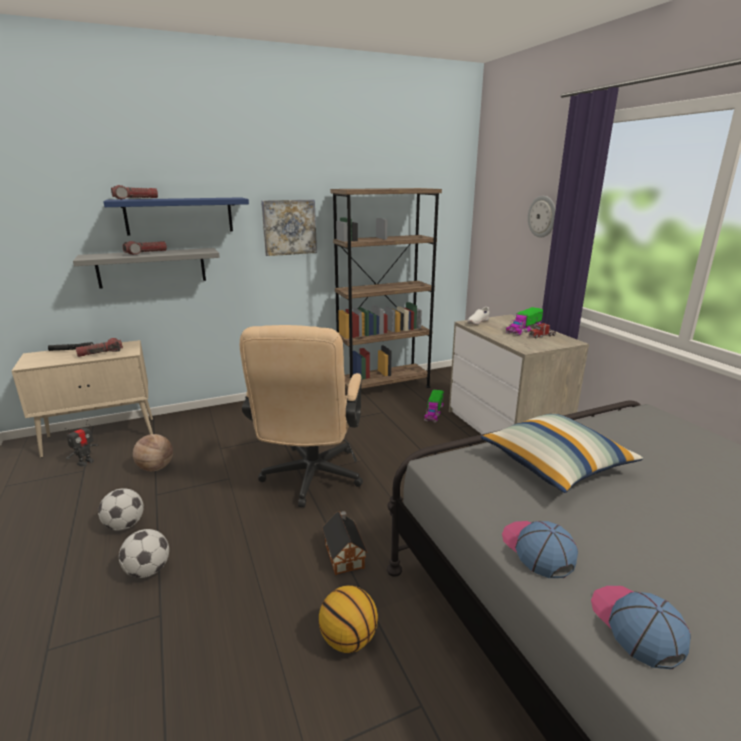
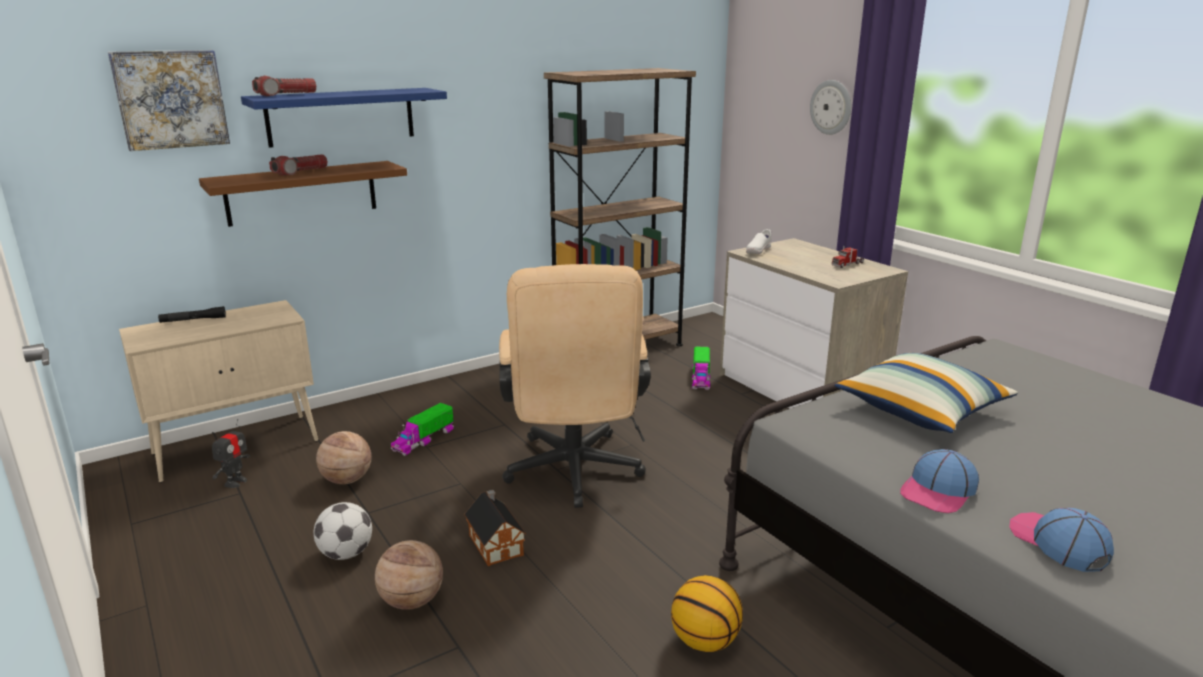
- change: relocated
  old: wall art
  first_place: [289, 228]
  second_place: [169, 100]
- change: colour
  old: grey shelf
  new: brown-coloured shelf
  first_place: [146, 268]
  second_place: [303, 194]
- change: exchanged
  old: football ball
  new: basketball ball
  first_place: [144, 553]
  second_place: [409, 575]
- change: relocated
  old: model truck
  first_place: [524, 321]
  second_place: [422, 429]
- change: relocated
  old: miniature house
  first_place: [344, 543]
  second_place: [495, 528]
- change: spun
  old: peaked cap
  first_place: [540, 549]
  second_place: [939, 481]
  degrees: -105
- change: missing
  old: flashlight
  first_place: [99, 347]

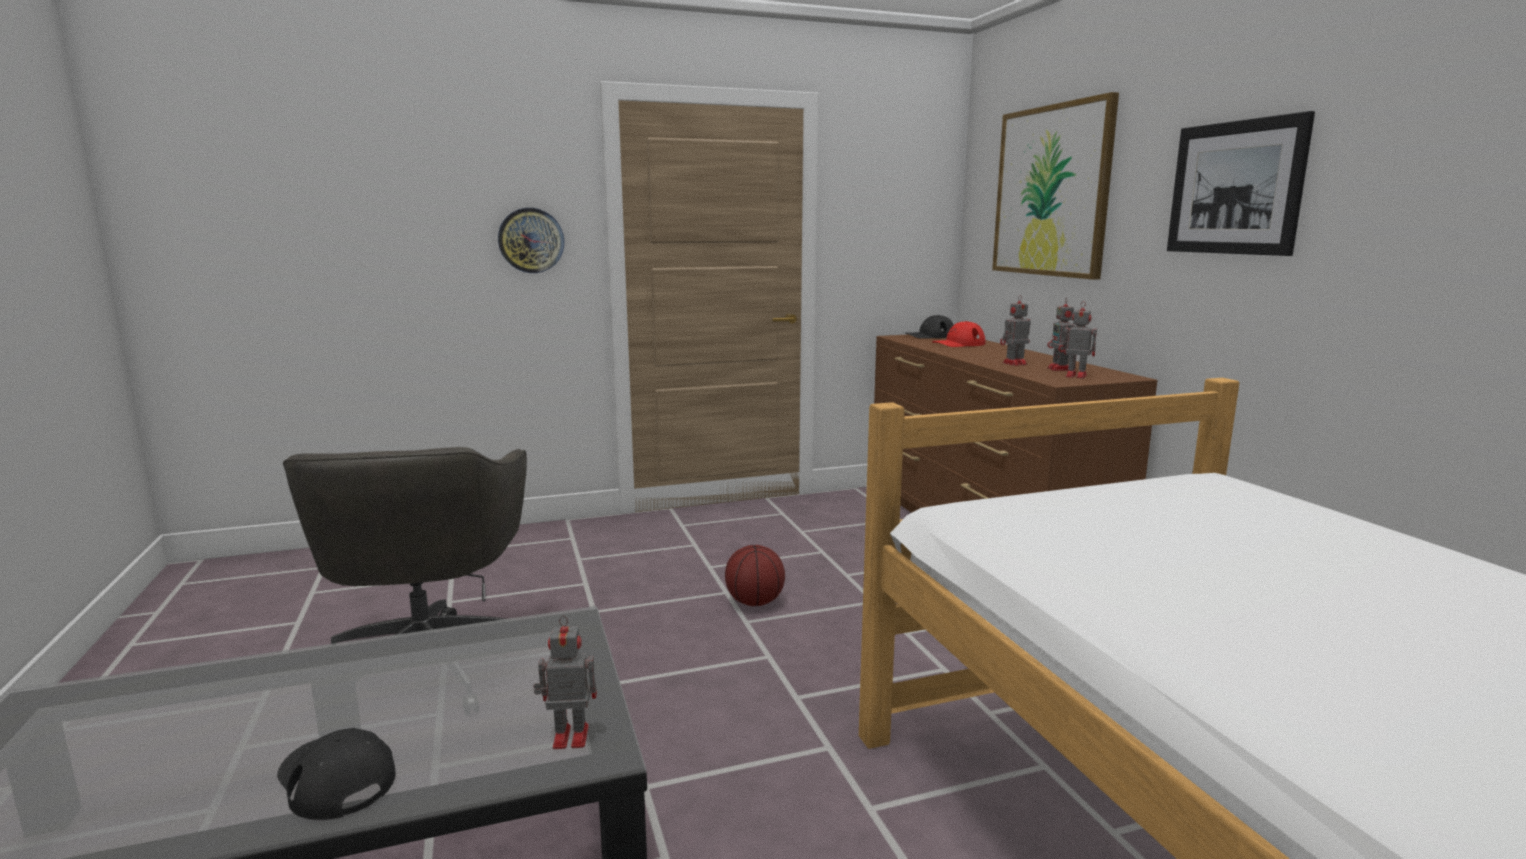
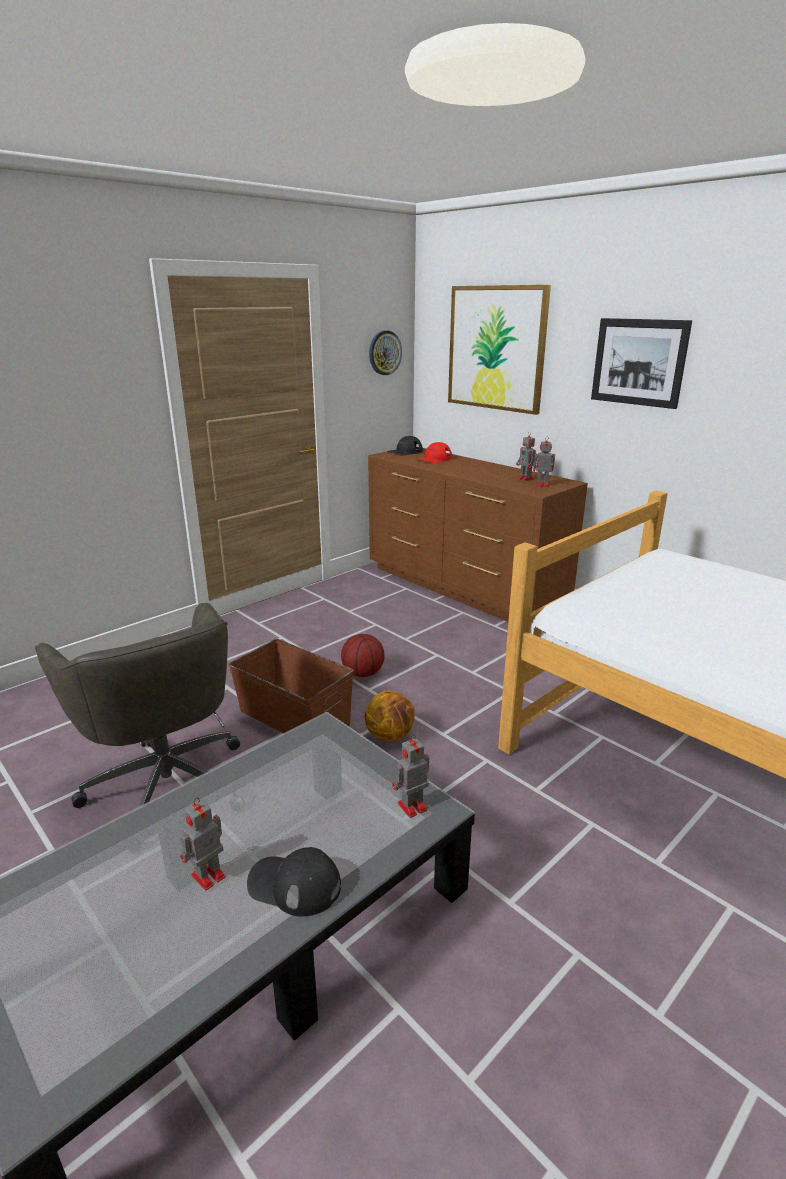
- change: relocated
  old: robot figure
  first_place: [1015, 330]
  second_place: [203, 843]
- change: appeared
  new: brown-coloured storage bin
  second_place: [291, 686]
- change: appeared
  new: basketball ball
  second_place: [390, 715]
- change: relocated
  old: hanging clock
  first_place: [531, 240]
  second_place: [385, 352]

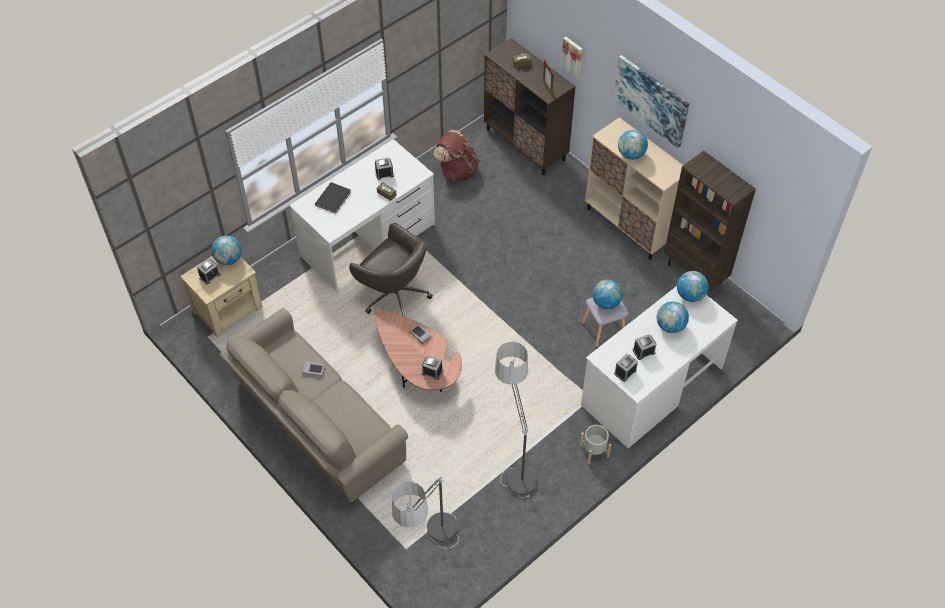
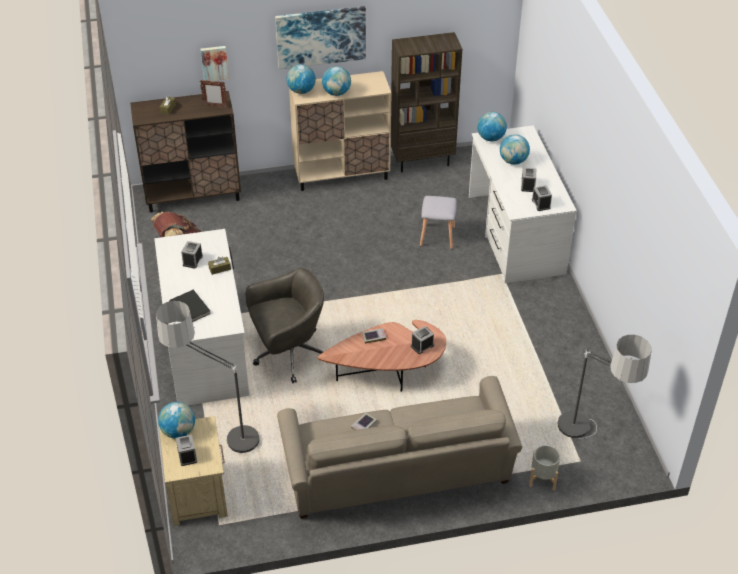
- change: relocated
  old: standing lamp
  first_place: [516, 420]
  second_place: [209, 377]
- change: relocated
  old: globe
  first_place: [608, 295]
  second_place: [301, 79]
- change: relocated
  old: grey flower pot
  first_place: [595, 444]
  second_place: [544, 467]

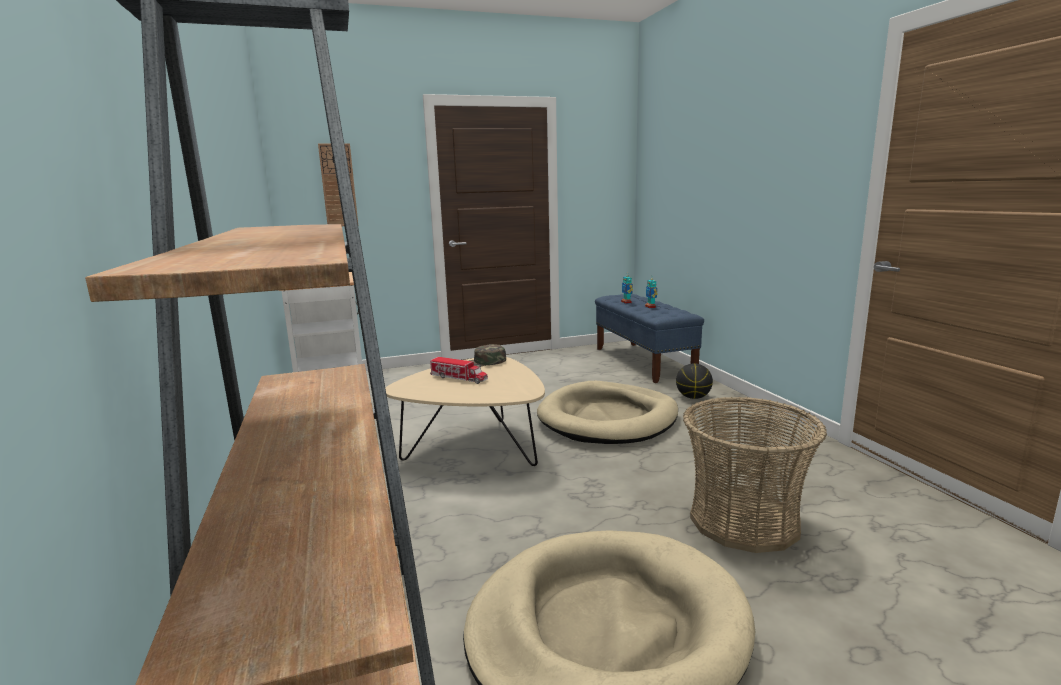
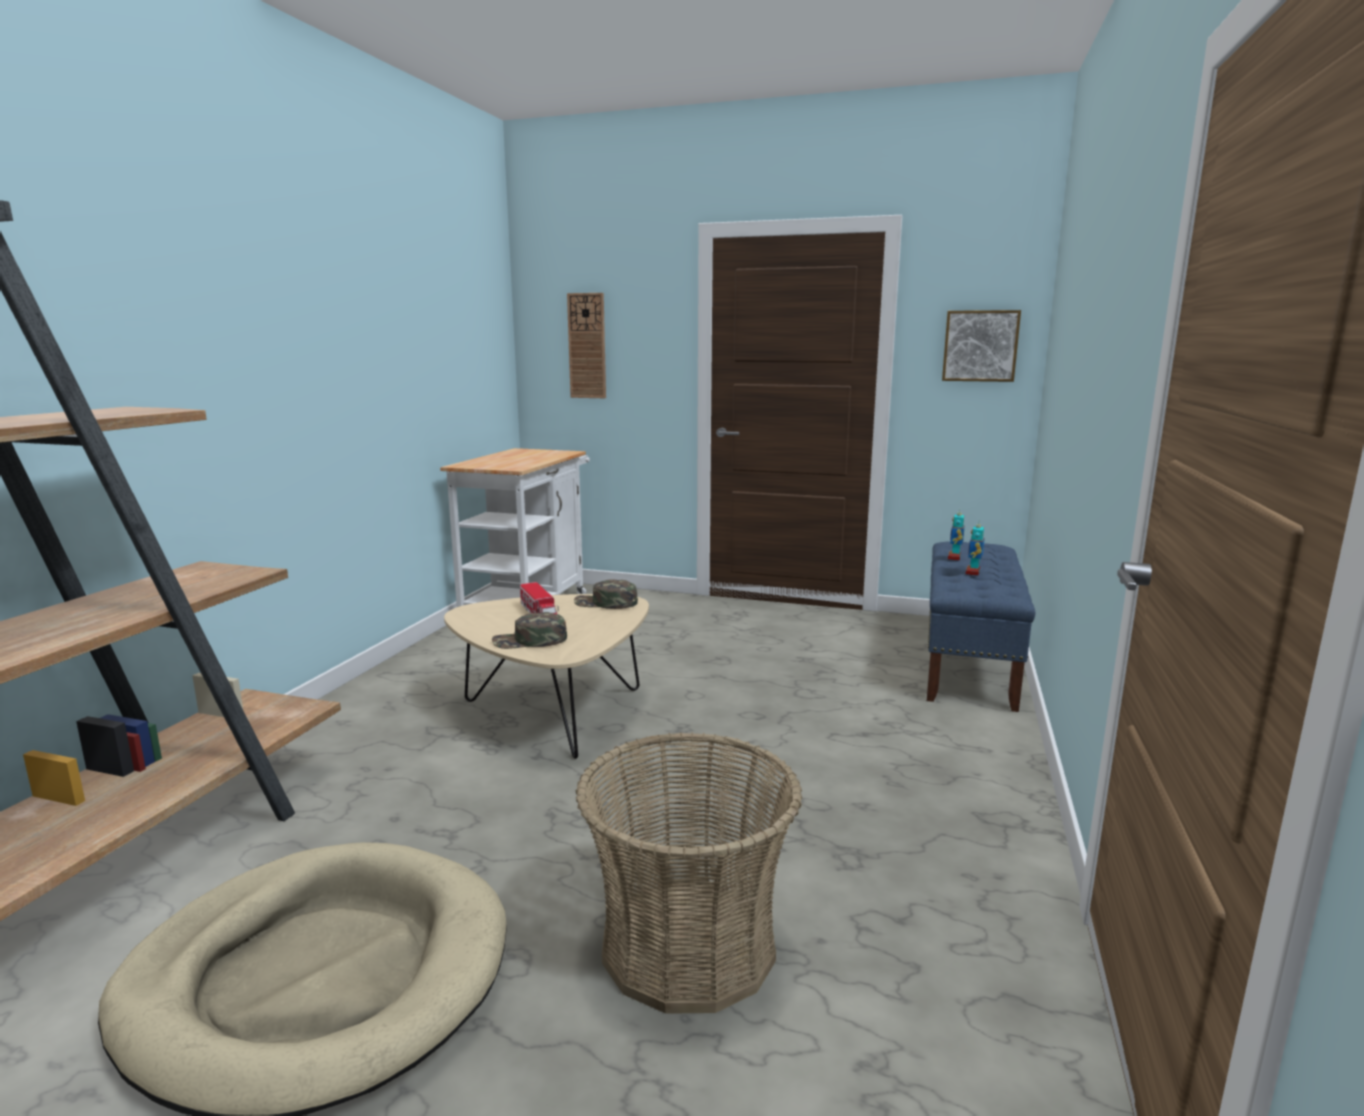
- change: appeared
  new: green peaked cap
  second_place: [529, 630]
- change: appeared
  new: wall art
  second_place: [981, 346]
- change: missing
  old: beige-coloured pet bed
  first_place: [607, 412]
- change: missing
  old: basketball ball
  first_place: [694, 381]

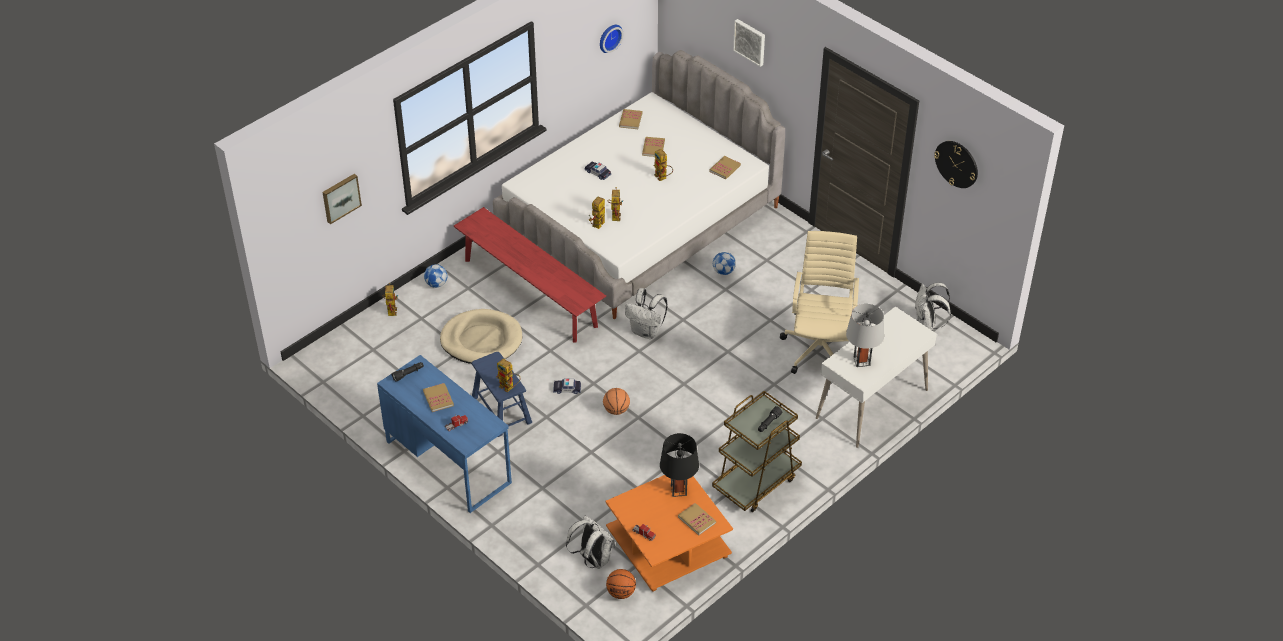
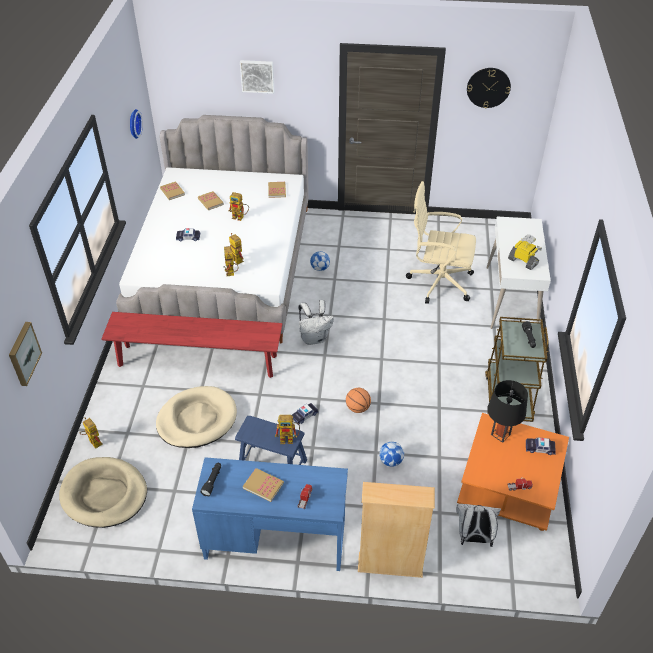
- change: appeared
  new: beige-coloured pet bed
  second_place: [103, 492]
- change: appeared
  new: beige-coloured bookshelf
  second_place: [396, 530]
- change: relocated
  old: football ball
  first_place: [435, 276]
  second_place: [391, 454]
- change: spun
  old: beige-coloured computer chair
  first_place: [819, 302]
  second_place: [441, 242]
  degrees: -45
- change: exchanged
  old: grey lamp for a table
  new: robot figure
  first_place: [865, 335]
  second_place: [525, 252]
- change: exchanged
  old: book
  new: model car
  first_place: [697, 519]
  second_place: [541, 446]
- change: missing
  old: basketball ball
  first_place: [621, 584]
- change: missing
  old: whitish rucksack
  first_place: [932, 306]

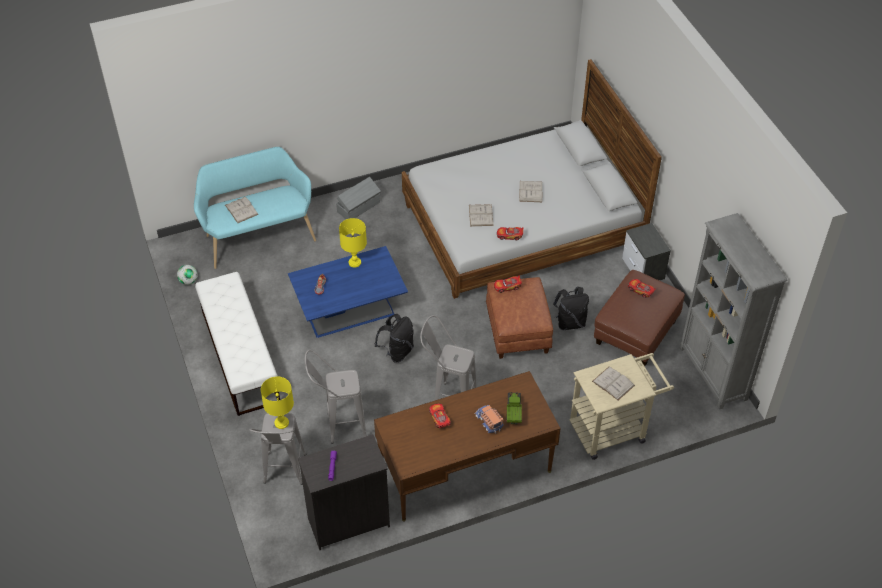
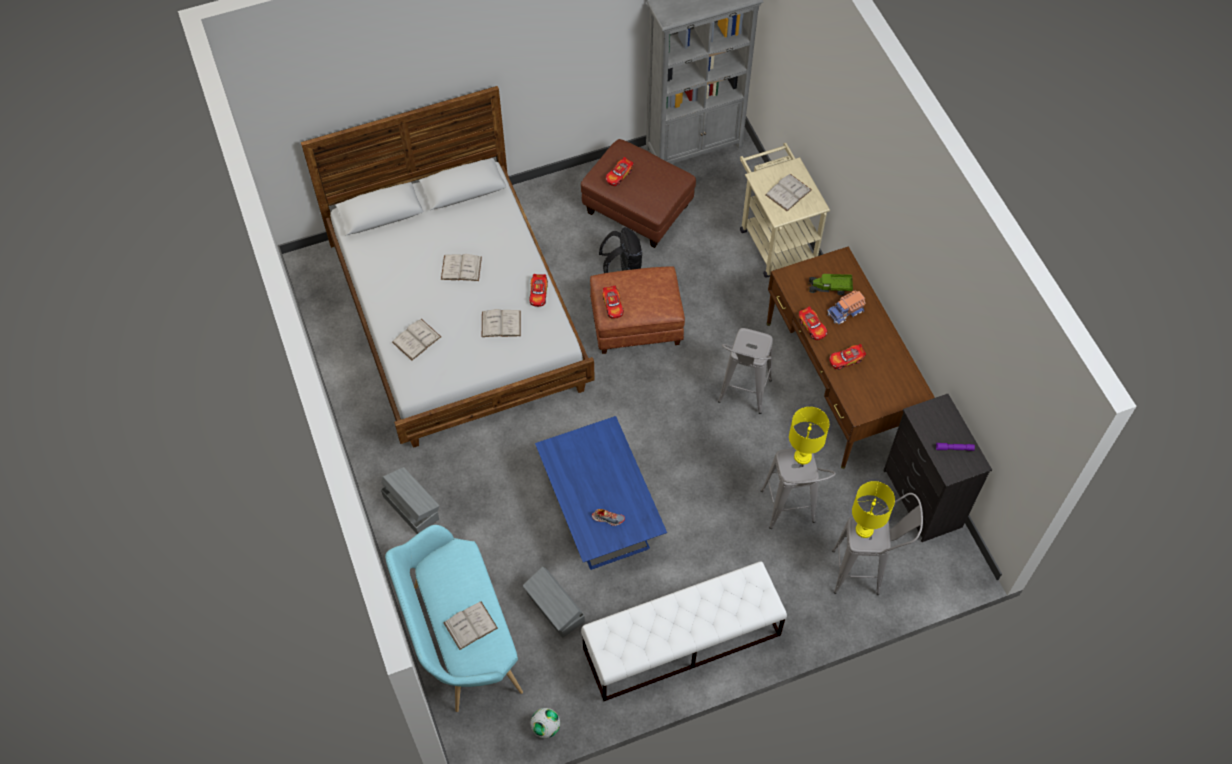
- change: appeared
  new: whitish book
  second_place: [416, 339]
- change: appeared
  new: grey storage bin
  second_place: [554, 602]
- change: relocated
  old: yellowish lamp for a table
  first_place: [353, 243]
  second_place: [809, 436]
- change: appeared
  new: model car
  second_place: [813, 323]
- change: missing
  old: black-coloured rucksack
  first_place: [394, 338]
- change: missing
  old: night table
  first_place: [646, 251]

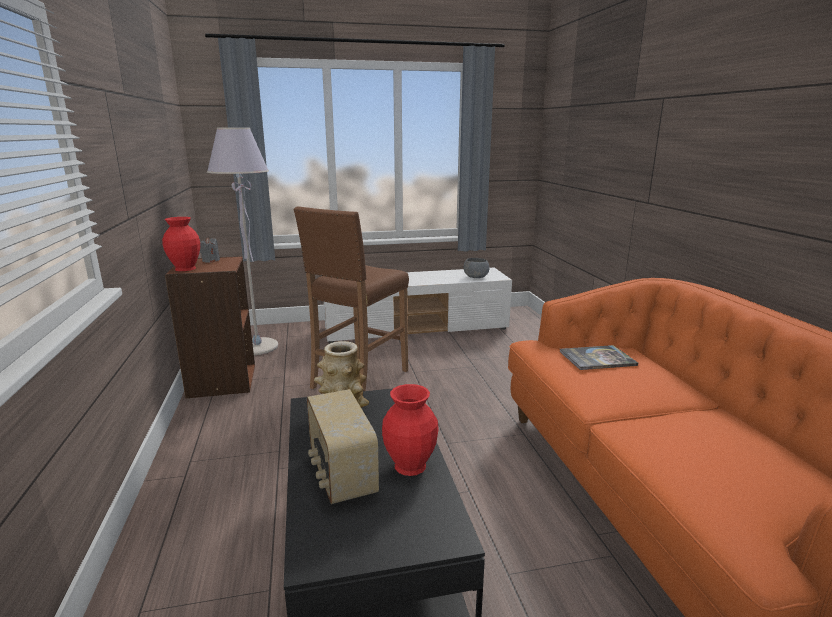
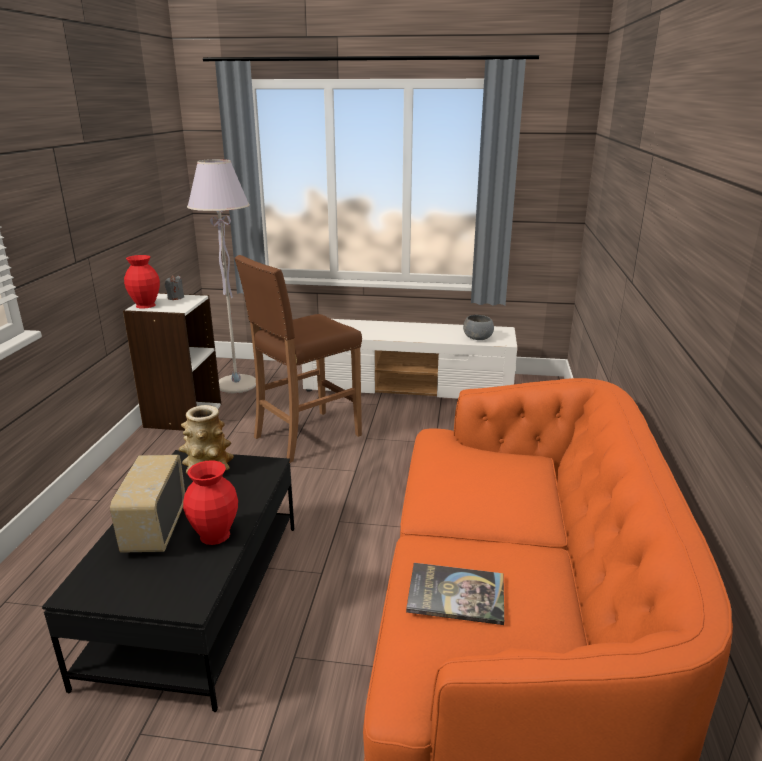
- change: colour
  old: brown-coloured bookshelf
  new: whitish bookshelf
  first_place: [210, 327]
  second_place: [172, 362]
- change: relocated
  old: book
  first_place: [598, 357]
  second_place: [455, 594]

